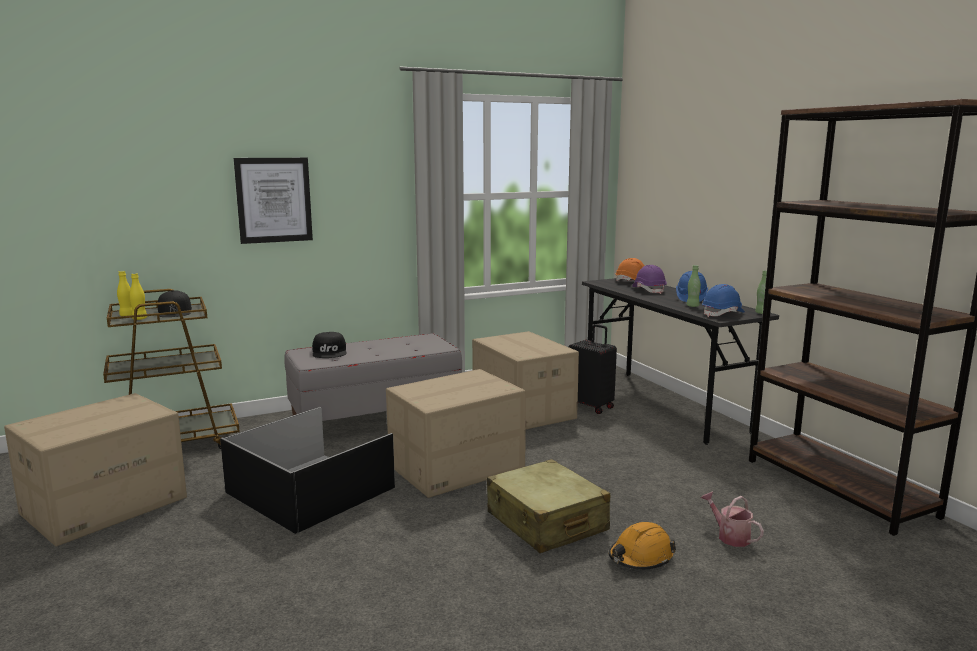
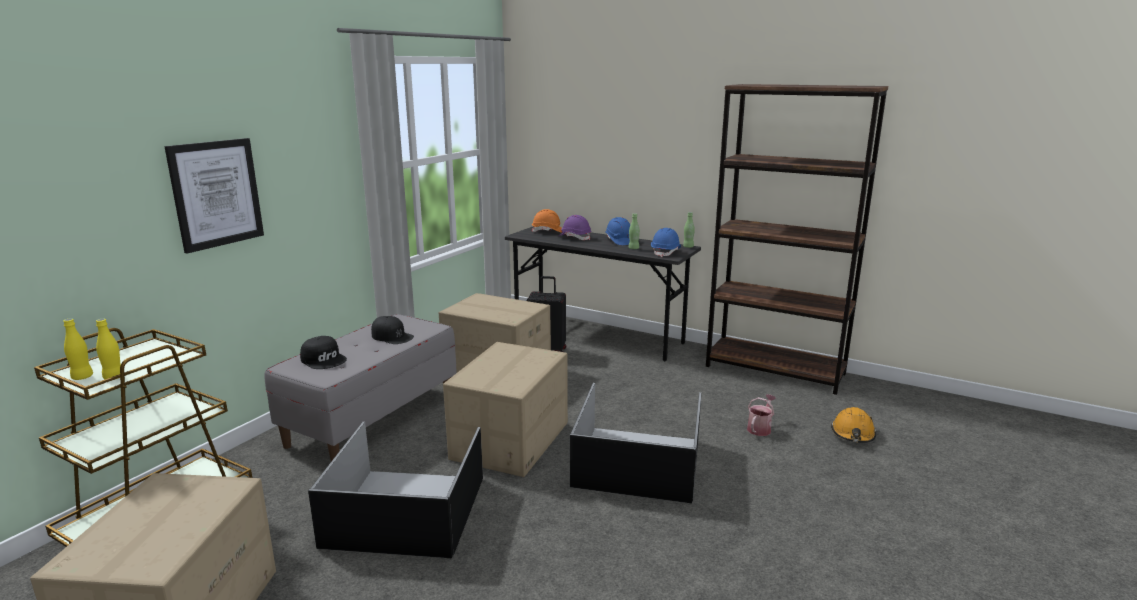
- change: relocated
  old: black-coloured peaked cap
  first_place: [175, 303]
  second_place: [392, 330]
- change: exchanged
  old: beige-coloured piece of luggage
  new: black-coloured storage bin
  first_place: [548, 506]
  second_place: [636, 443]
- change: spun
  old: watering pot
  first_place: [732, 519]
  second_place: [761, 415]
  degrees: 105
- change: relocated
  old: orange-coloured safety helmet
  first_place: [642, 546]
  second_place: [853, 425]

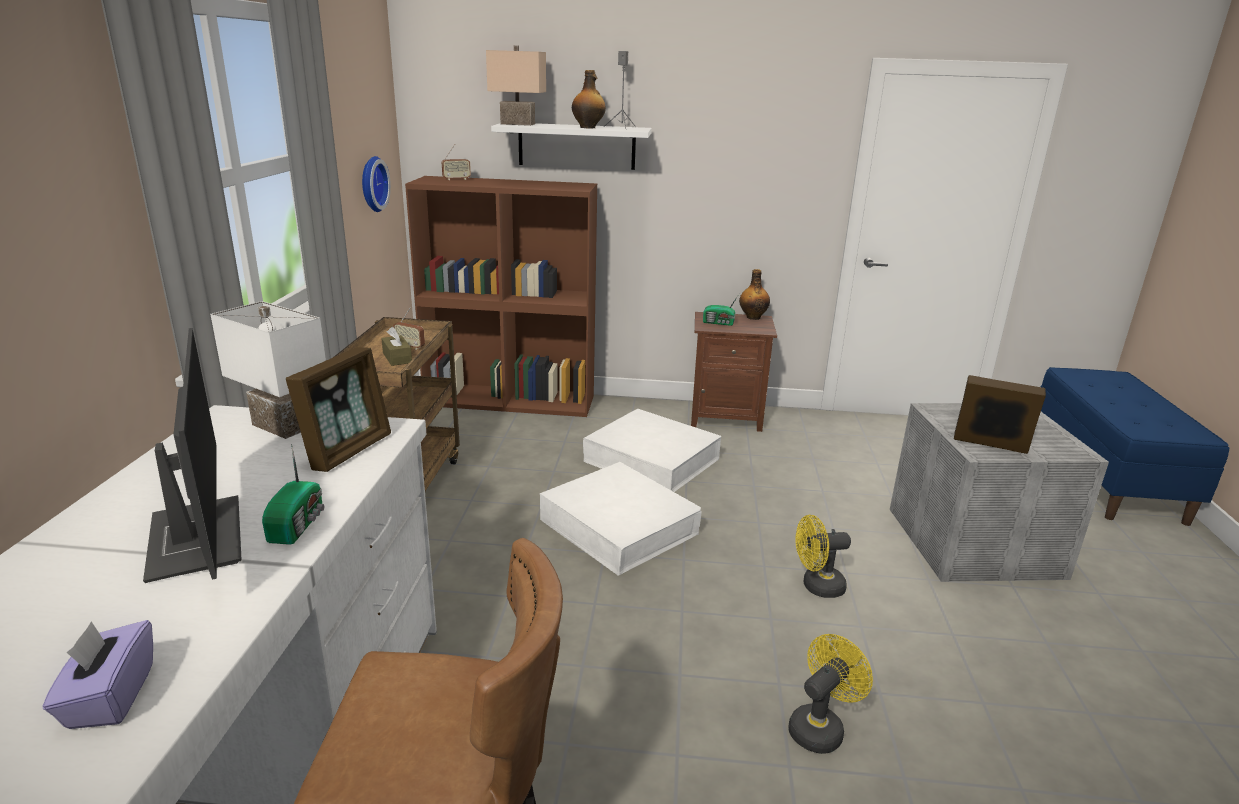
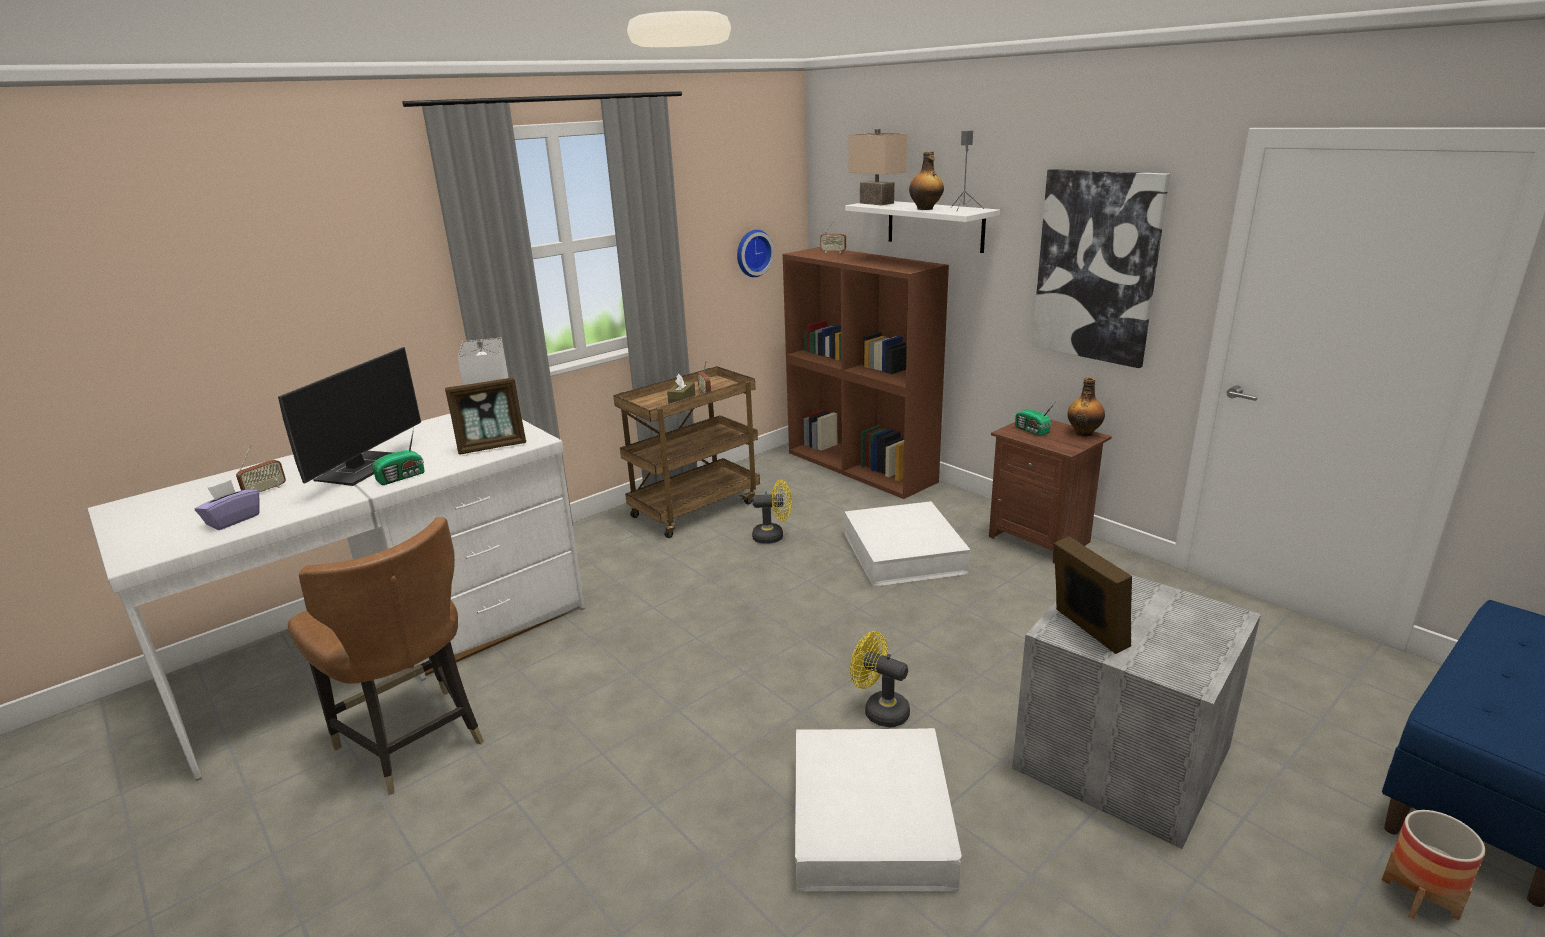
- change: appeared
  new: radio
  second_place: [261, 468]
- change: relocated
  old: yellowish cooling fan
  first_place: [830, 694]
  second_place: [772, 512]
- change: relocated
  old: whitish storage bin
  first_place: [620, 518]
  second_place: [878, 810]
- change: appeared
  new: wall art
  second_place: [1101, 268]
- change: appeared
  new: flower pot
  second_place: [1433, 865]

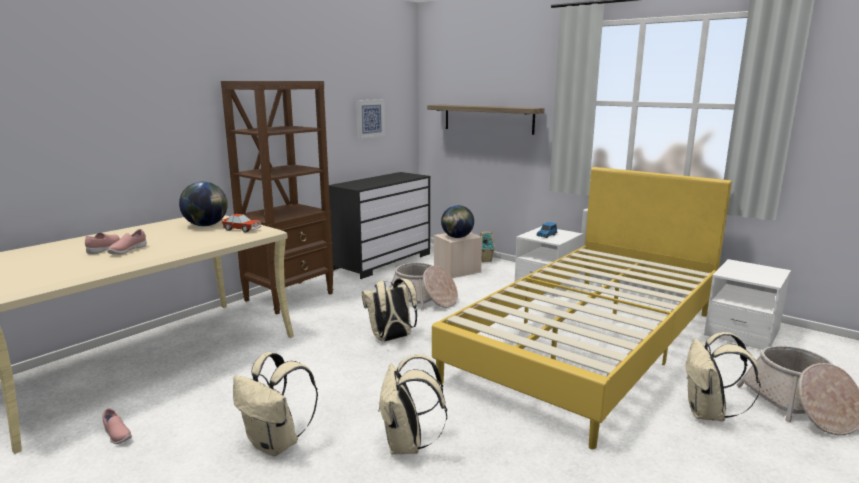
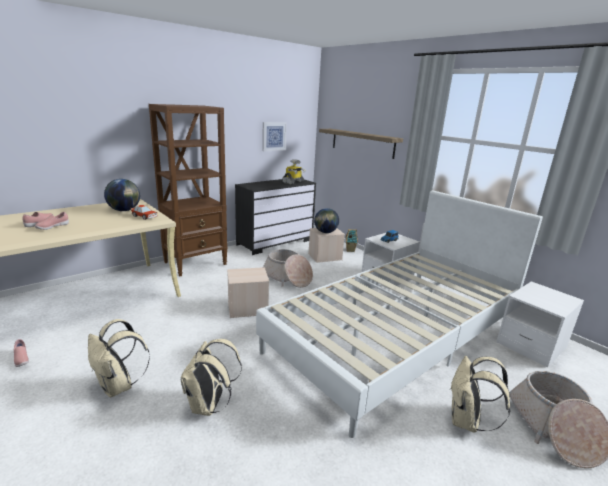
- change: exchanged
  old: beige-coloured rucksack
  new: beige-coloured storage bin
  first_place: [389, 310]
  second_place: [248, 292]
- change: colour
  old: yellowish bedroom bed
  new: whitish bedroom bed
  first_place: [582, 308]
  second_place: [399, 314]
- change: appeared
  new: robot figure
  second_place: [294, 171]

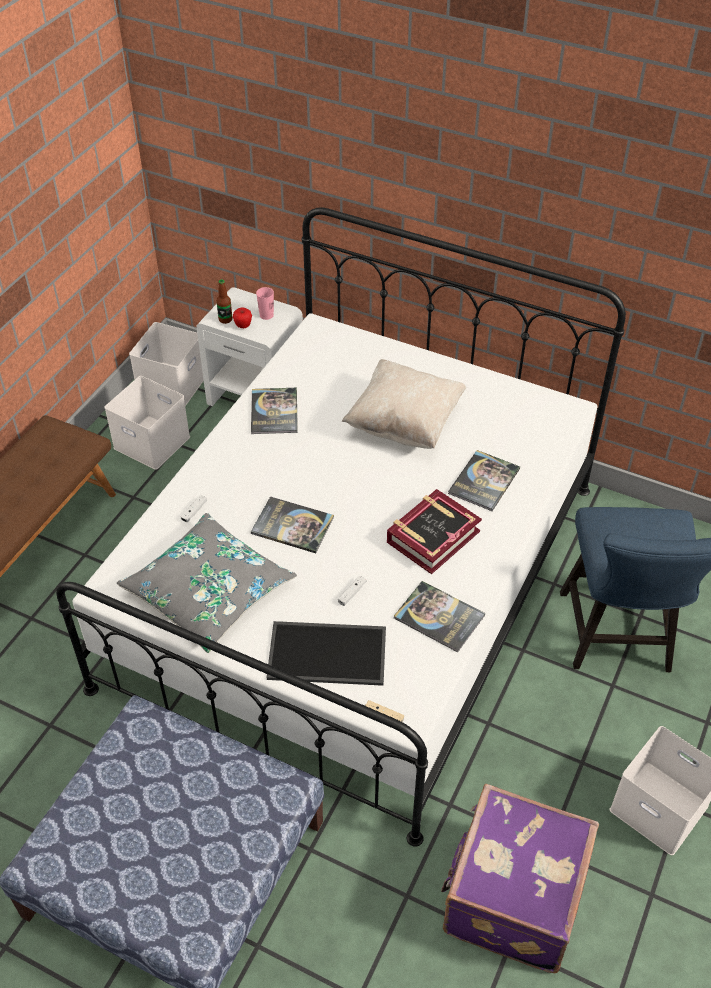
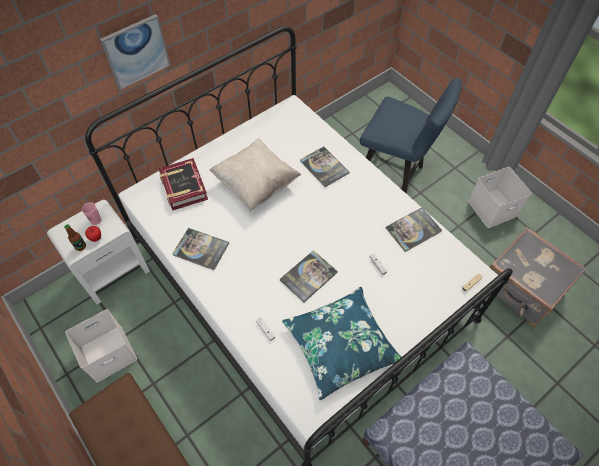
- change: appeared
  new: wall art
  second_place: [135, 52]
- change: relocated
  old: book
  first_place: [434, 531]
  second_place: [183, 184]
- change: colour
  old: grey throw pillow
  new: blue throw pillow
  first_place: [207, 583]
  second_place: [341, 343]
- change: colour
  old: purplish piece of luggage
  new: grey piece of luggage
  first_place: [520, 879]
  second_place: [538, 277]
- change: missing
  old: whitish storage bin
  first_place: [166, 364]
- change: missing
  old: tray
  first_place: [326, 653]

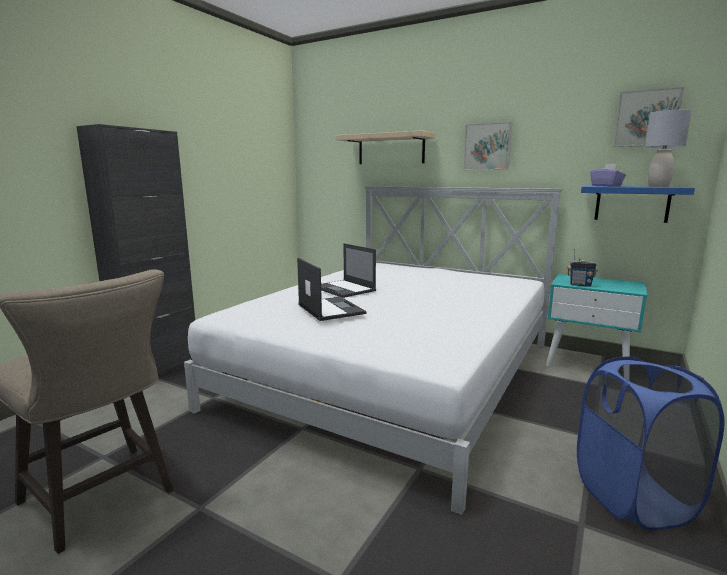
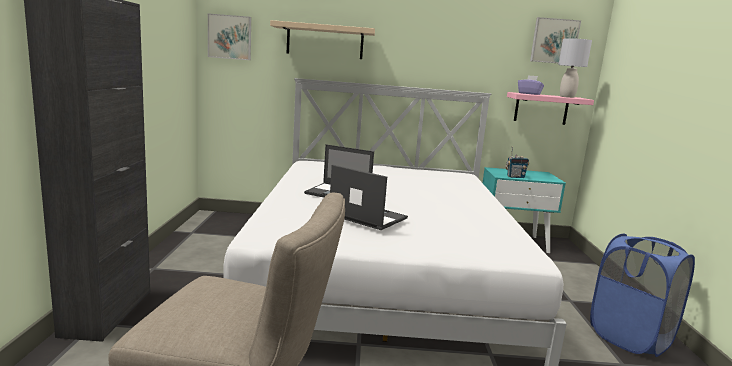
- change: relocated
  old: wall art
  first_place: [487, 146]
  second_place: [229, 36]
- change: colour
  old: blue shelf
  new: pinkish shelf
  first_place: [638, 204]
  second_place: [550, 108]

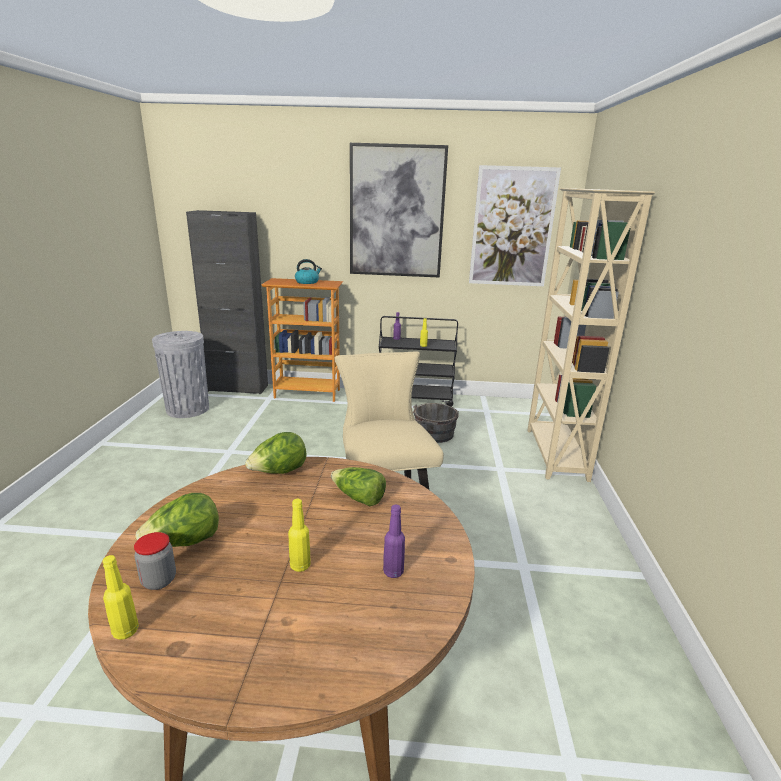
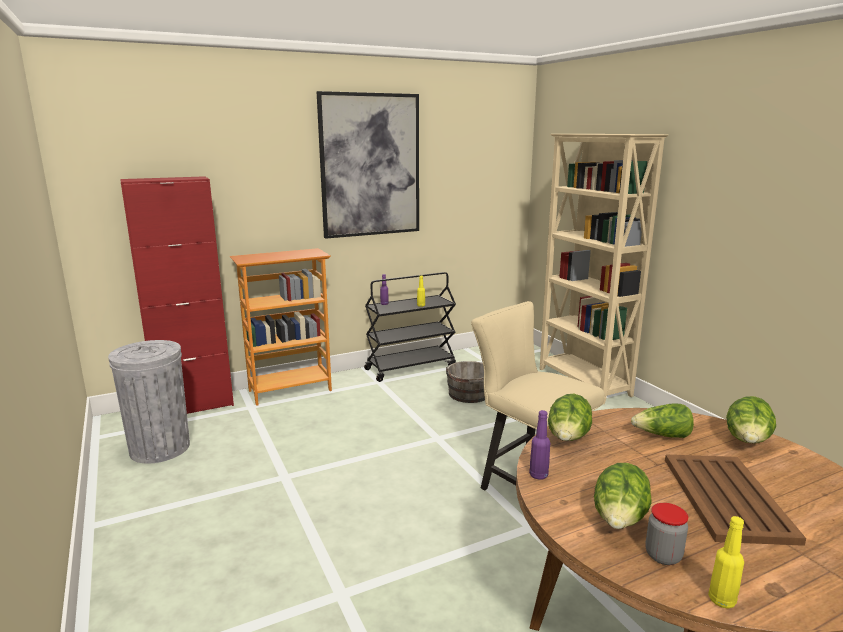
- change: colour
  old: black-coloured cupboard
  new: red-coloured cupboard
  first_place: [227, 302]
  second_place: [177, 295]
- change: relocated
  old: purplish bottle
  first_place: [394, 541]
  second_place: [539, 445]
- change: exchanged
  old: yellowish bottle
  new: brown-coloured tray
  first_place: [299, 535]
  second_place: [735, 500]
- change: appeared
  new: head of lettuce
  second_place: [751, 419]
- change: missing
  old: water kettle
  first_place: [308, 271]
- change: missing
  old: wall art
  first_place: [515, 225]

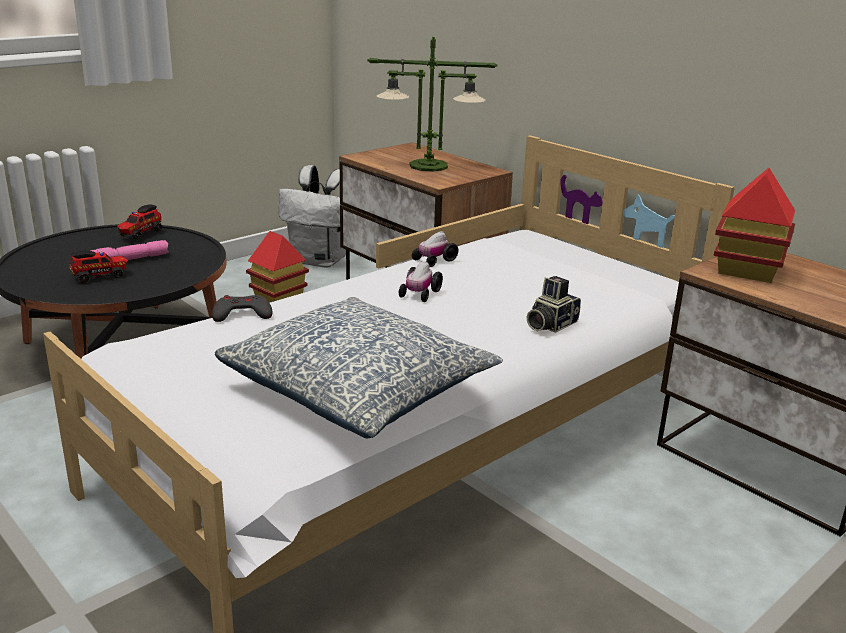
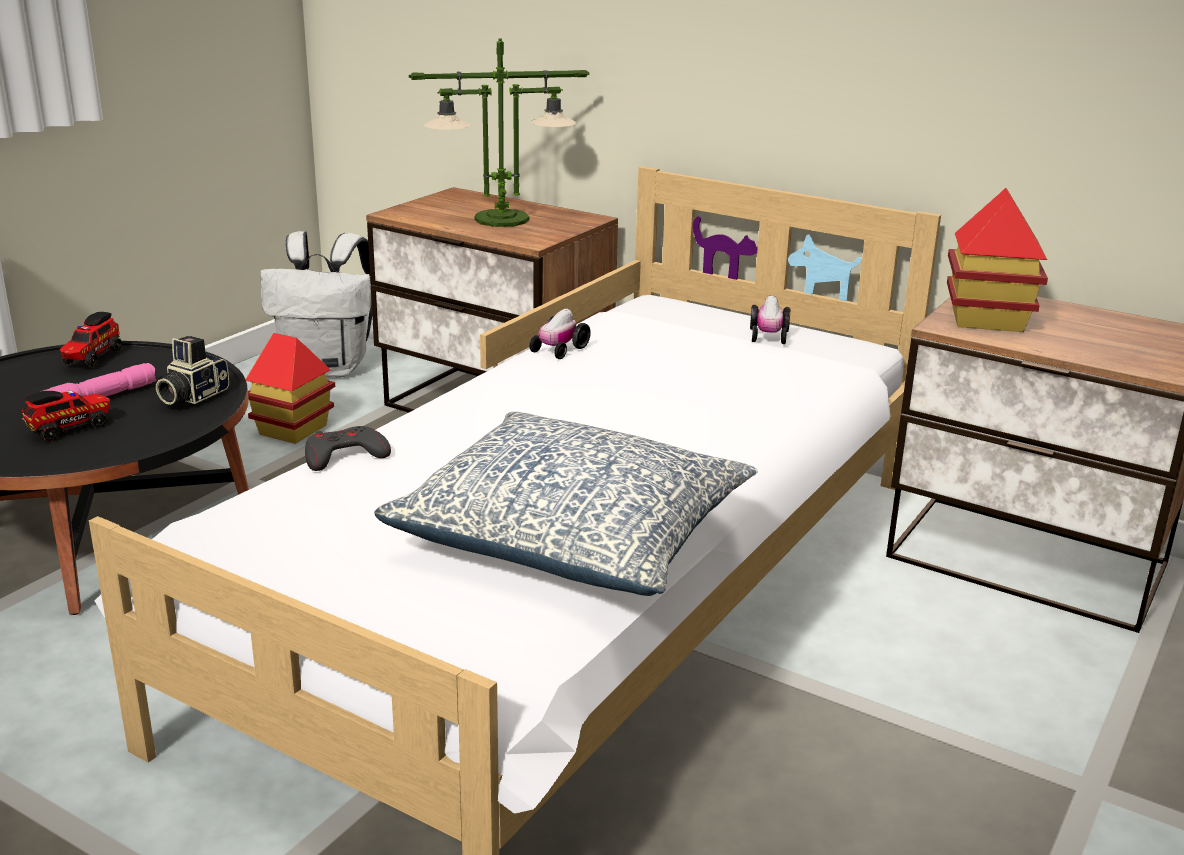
- change: relocated
  old: photo camera
  first_place: [554, 304]
  second_place: [192, 370]
- change: relocated
  old: model car
  first_place: [421, 281]
  second_place: [770, 319]

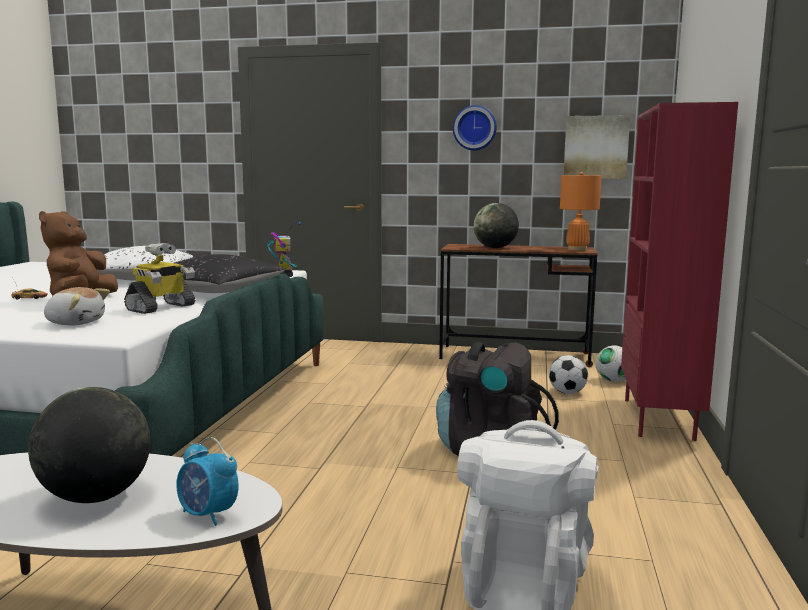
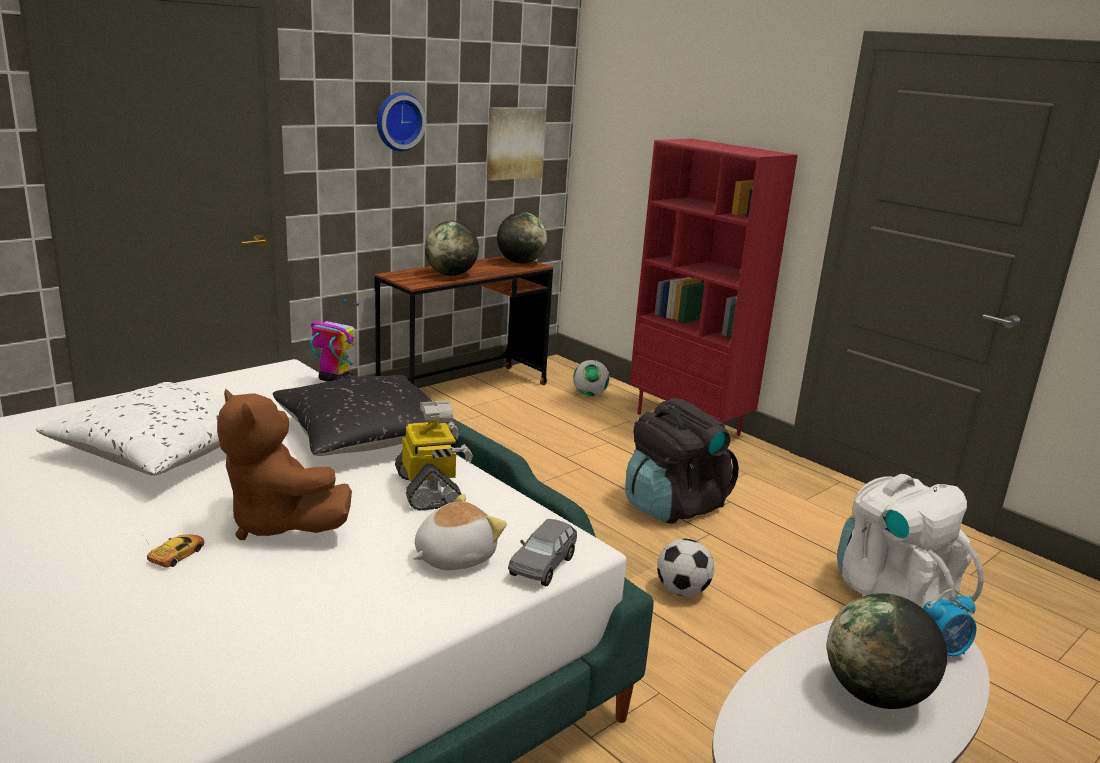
- change: exchanged
  old: orange-coloured lamp for a table
  new: globe
  first_place: [581, 211]
  second_place: [522, 238]
- change: appeared
  new: grey model car
  second_place: [542, 552]
- change: relocated
  old: football ball
  first_place: [568, 374]
  second_place: [685, 567]

